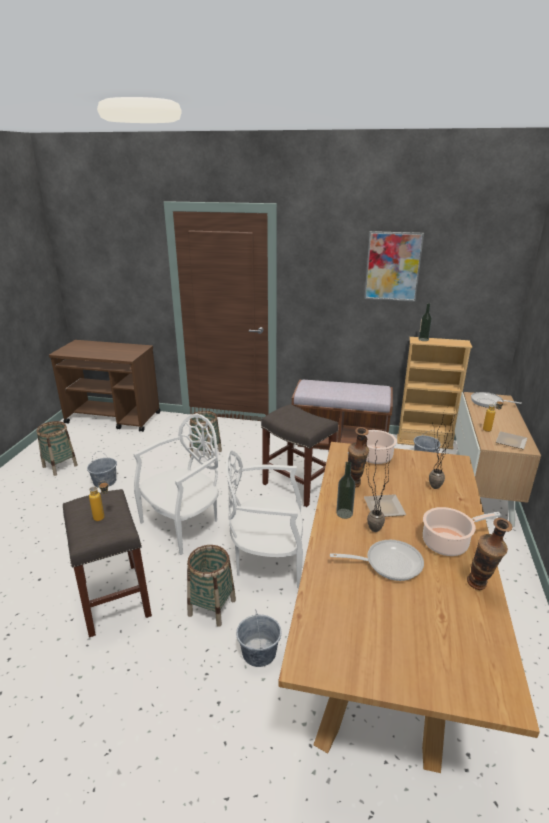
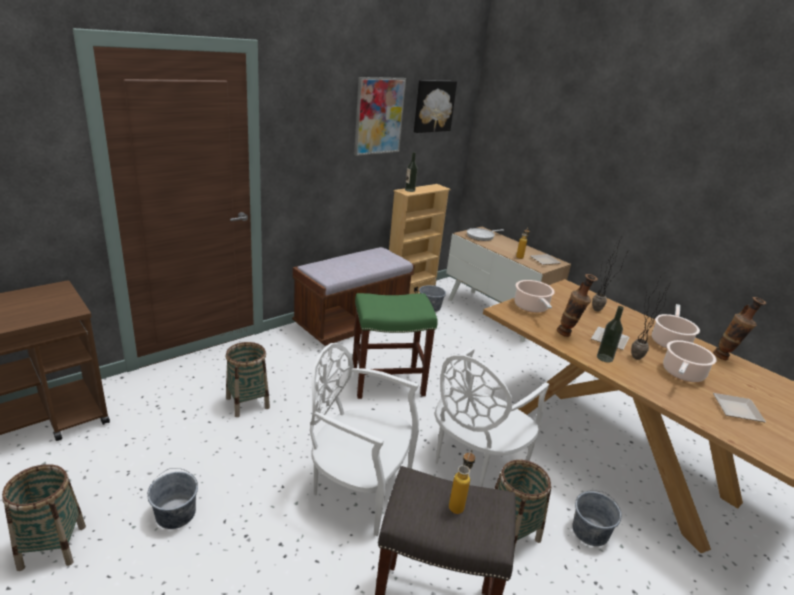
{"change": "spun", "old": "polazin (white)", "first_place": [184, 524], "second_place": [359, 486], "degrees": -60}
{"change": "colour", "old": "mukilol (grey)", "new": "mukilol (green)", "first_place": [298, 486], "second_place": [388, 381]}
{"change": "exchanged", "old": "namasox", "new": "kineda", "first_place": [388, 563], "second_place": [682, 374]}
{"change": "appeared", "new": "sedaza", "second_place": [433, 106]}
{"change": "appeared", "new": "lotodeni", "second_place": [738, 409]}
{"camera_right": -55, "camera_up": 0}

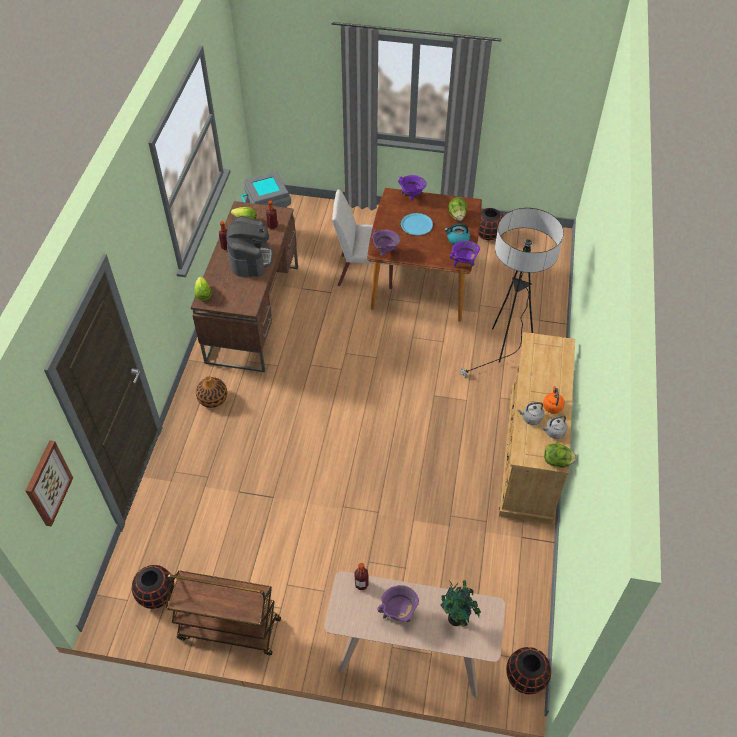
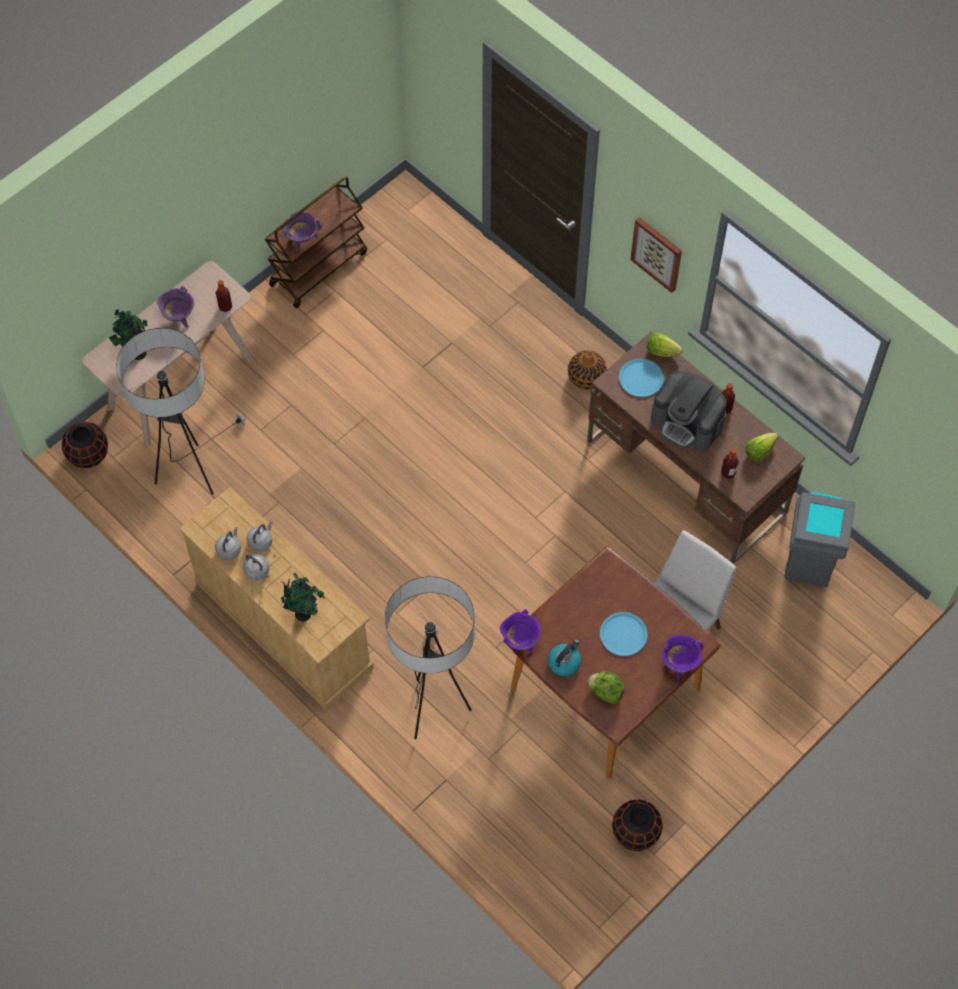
{"change": "relocated", "old": "sedaza", "first_place": [47, 483], "second_place": [657, 253]}
{"change": "missing", "old": "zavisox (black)", "first_place": [156, 594]}
{"change": "relocated", "old": "kineda (purple)", "first_place": [385, 252], "second_place": [302, 240]}
{"change": "colour", "old": "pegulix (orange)", "new": "pegulix (grey)", "first_place": [552, 406], "second_place": [258, 572]}
{"change": "missing", "old": "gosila", "first_place": [557, 462]}
{"change": "appeared", "new": "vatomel", "second_place": [191, 473]}
{"change": "appeared", "new": "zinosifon", "second_place": [304, 614]}
{"change": "appeared", "new": "lotodeni (blue)", "second_place": [640, 378]}
{"camera_right": 125, "camera_up": 10}

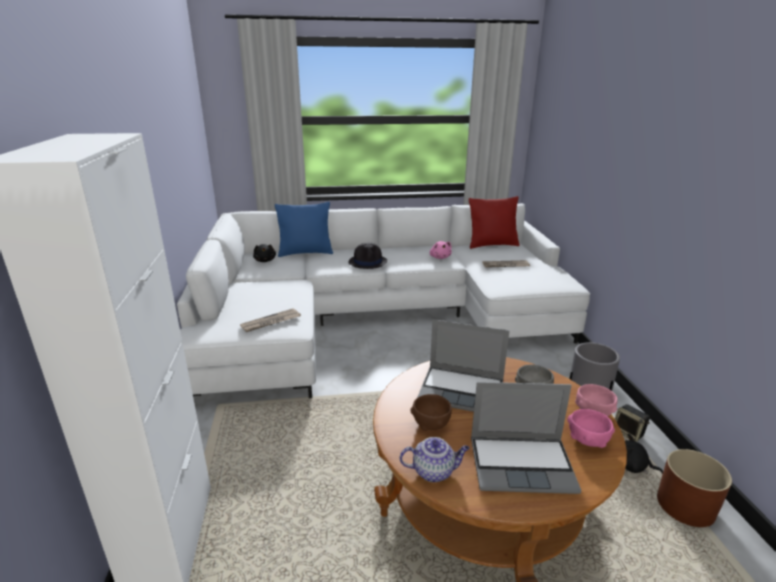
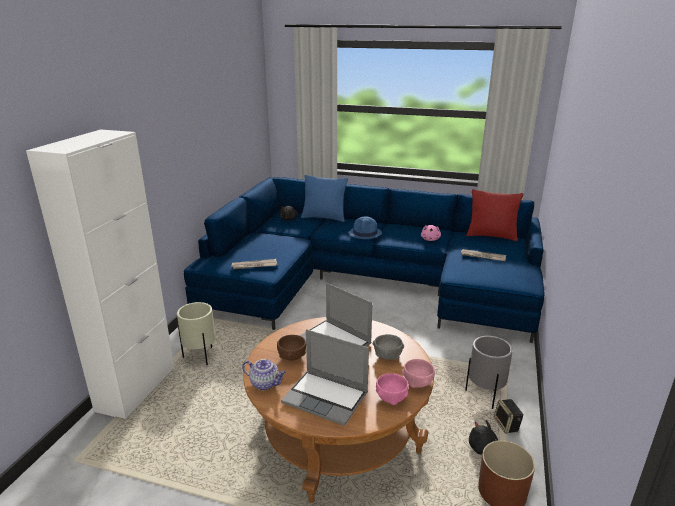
{"change": "colour", "old": "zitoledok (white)", "new": "zitoledok (blue)", "first_place": [374, 319], "second_place": [366, 282]}
{"change": "colour", "old": "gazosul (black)", "new": "gazosul (blue)", "first_place": [368, 262], "second_place": [365, 233]}
{"change": "appeared", "new": "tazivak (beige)", "second_place": [201, 357]}
{"camera_right": 25, "camera_up": 0}

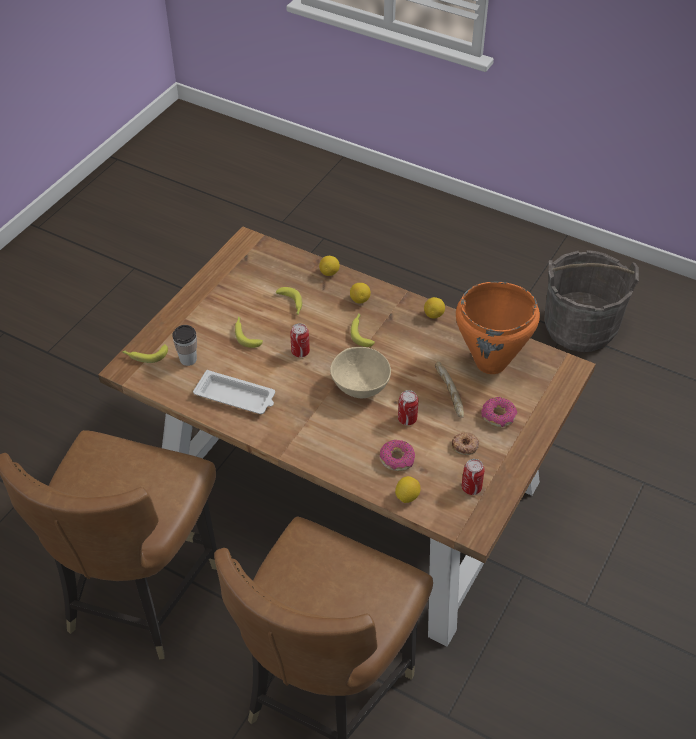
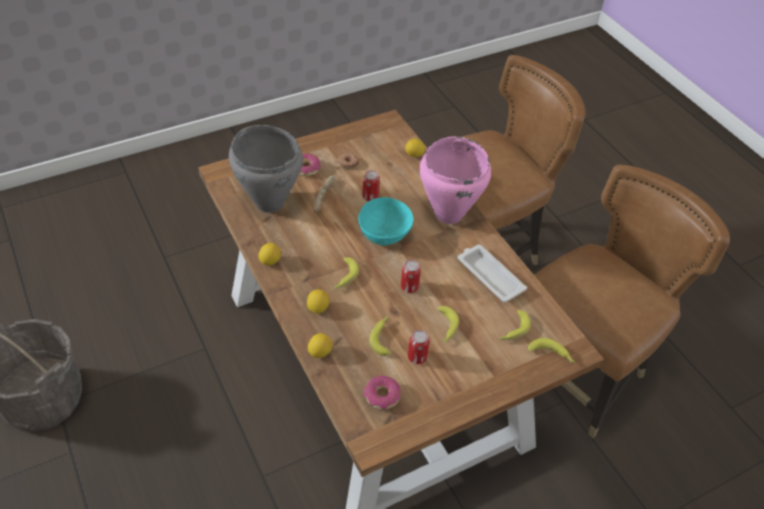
{"change": "exchanged", "old": "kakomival", "new": "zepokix", "first_place": [188, 359], "second_place": [513, 330]}
{"change": "colour", "old": "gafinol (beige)", "new": "gafinol (turquoise)", "first_place": [360, 388], "second_place": [385, 234]}
{"change": "relocated", "old": "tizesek", "first_place": [397, 459], "second_place": [382, 396]}
{"change": "colour", "old": "kineda (orange)", "new": "kineda (grey)", "first_place": [491, 363], "second_place": [270, 202]}
{"change": "relocated", "old": "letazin", "first_place": [471, 488], "second_place": [417, 357]}
{"change": "appeared", "new": "kineda (pink)", "second_place": [448, 214]}
{"camera_right": -150, "camera_up": 0}

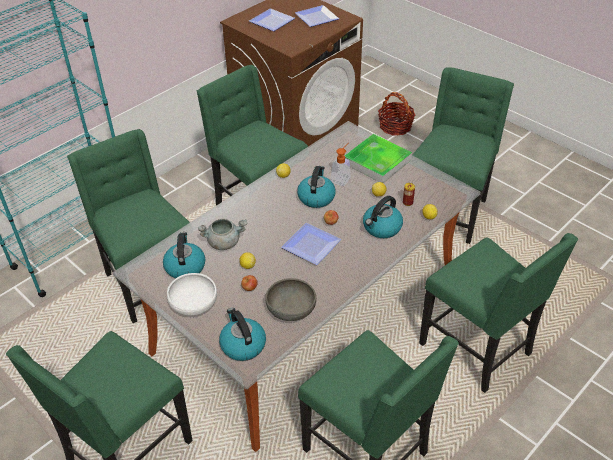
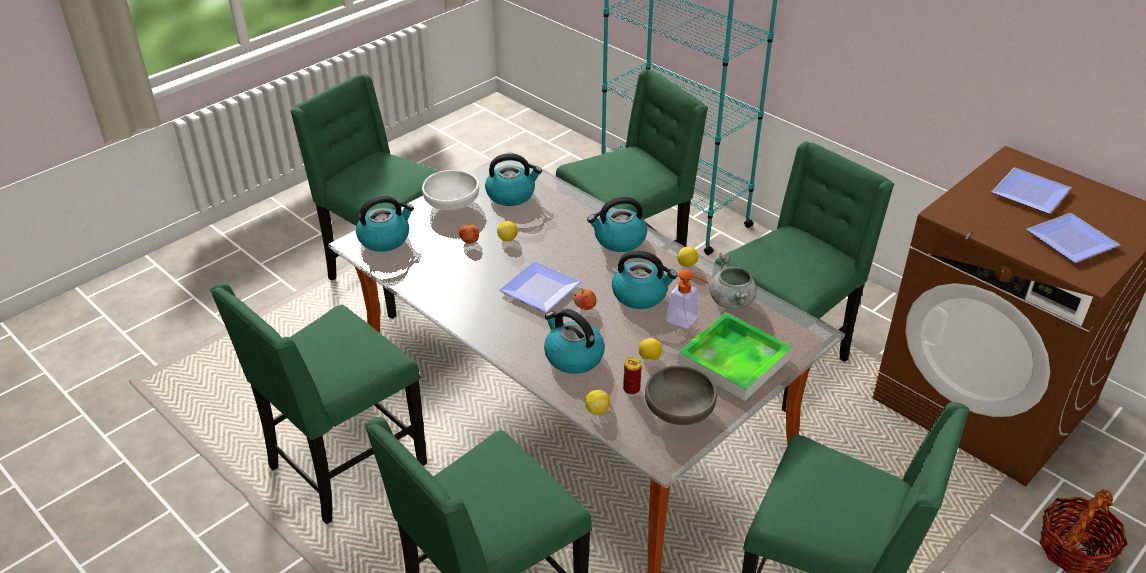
{"change": "relocated", "old": "kineda (grey)", "first_place": [224, 242], "second_place": [732, 302]}
{"change": "relocated", "old": "gafinol (grey)", "first_place": [291, 309], "second_place": [679, 410]}
{"change": "appeared", "new": "pegulix", "second_place": [619, 240]}
{"camera_right": 90, "camera_up": -5}

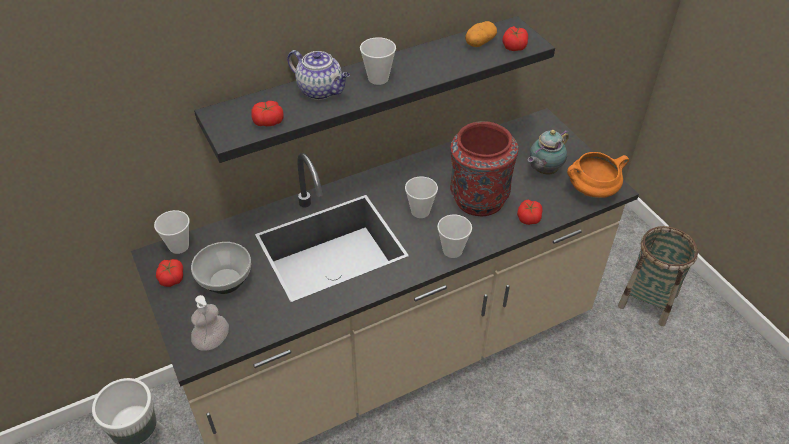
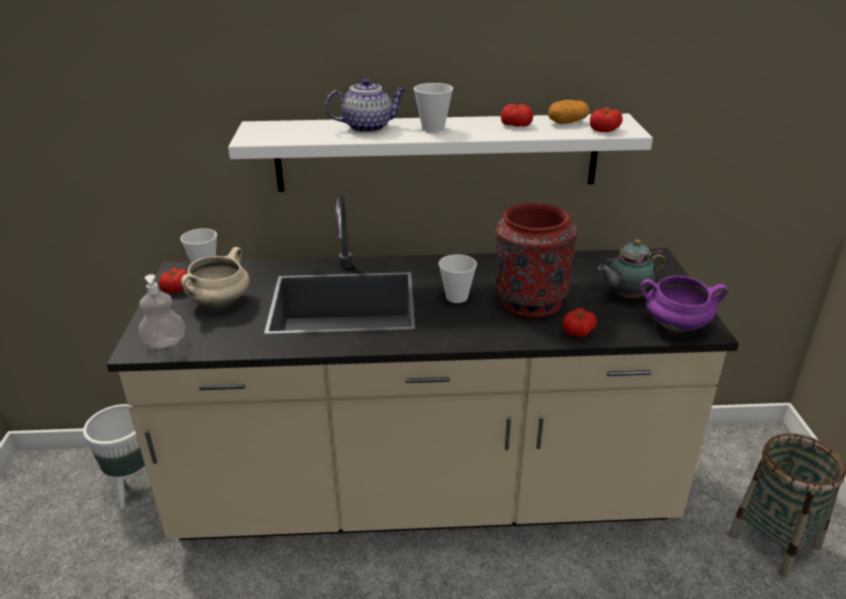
{"change": "exchanged", "old": "gafinol", "new": "kineda (beige)", "first_place": [226, 282], "second_place": [219, 303]}
{"change": "colour", "old": "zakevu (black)", "new": "zakevu (white)", "first_place": [368, 87], "second_place": [437, 153]}
{"change": "relocated", "old": "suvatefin", "first_place": [268, 121], "second_place": [516, 125]}
{"change": "spun", "old": "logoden", "first_place": [321, 91], "second_place": [368, 127], "degrees": -75}
{"change": "missing", "old": "kakomival", "first_place": [452, 250]}
{"change": "colour", "old": "kineda (orange)", "new": "kineda (purple)", "first_place": [591, 191], "second_place": [675, 326]}
{"camera_right": 25, "camera_up": -15}

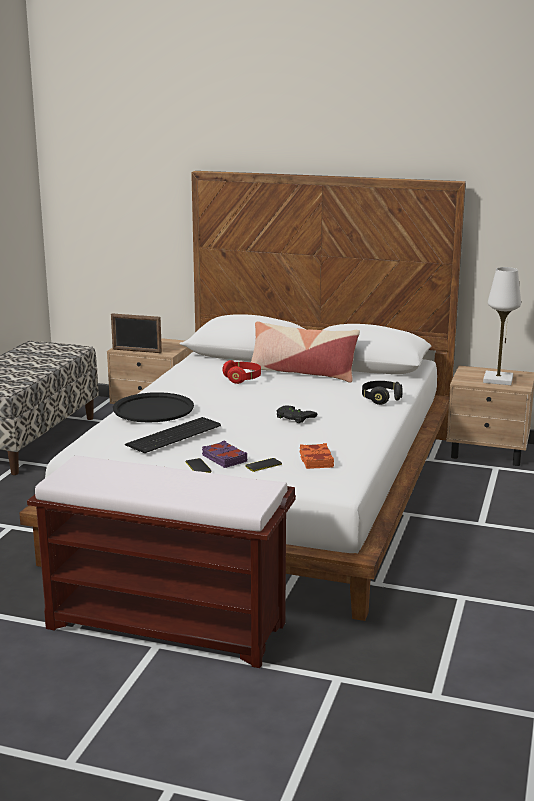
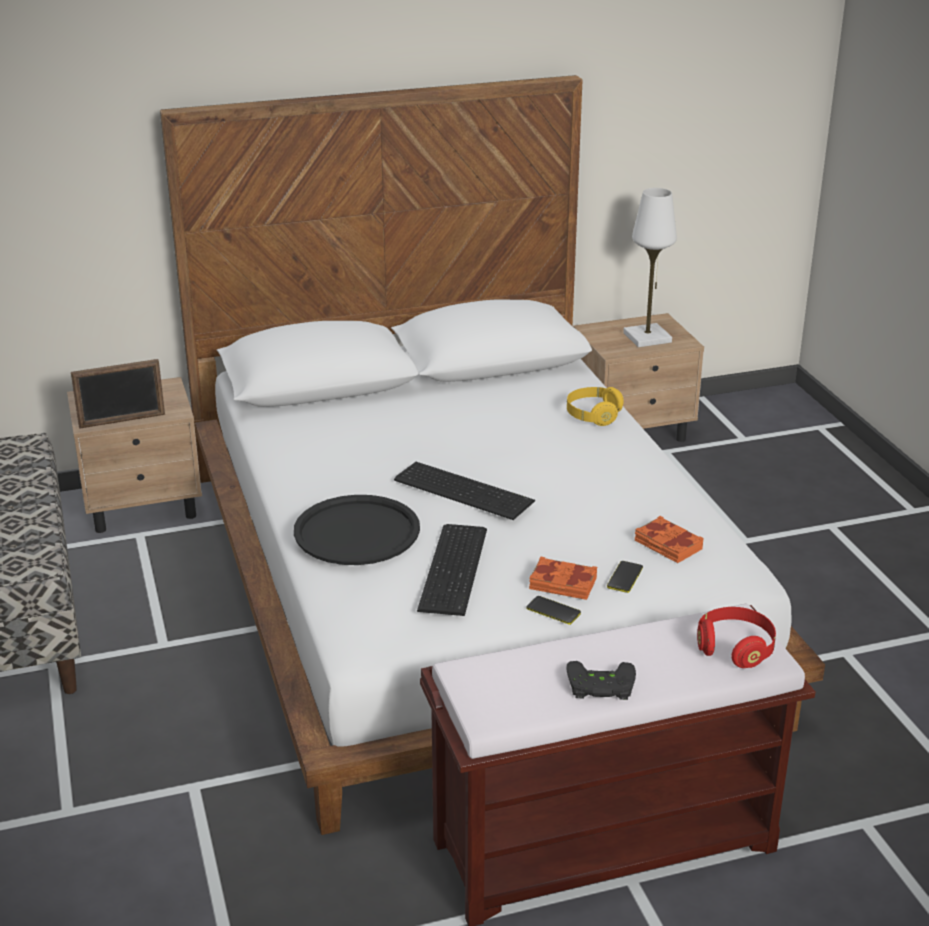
{"change": "colour", "old": "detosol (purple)", "new": "detosol (orange)", "first_place": [224, 459], "second_place": [562, 584]}
{"change": "relocated", "old": "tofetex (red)", "first_place": [242, 379], "second_place": [735, 648]}
{"change": "missing", "old": "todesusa", "first_place": [302, 373]}
{"change": "relocated", "old": "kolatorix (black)", "first_place": [293, 417], "second_place": [600, 687]}
{"change": "colour", "old": "tofetex (black)", "new": "tofetex (yellow)", "first_place": [381, 399], "second_place": [593, 415]}
{"change": "appeared", "new": "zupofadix", "second_place": [463, 489]}
{"camera_right": -35, "camera_up": 10}

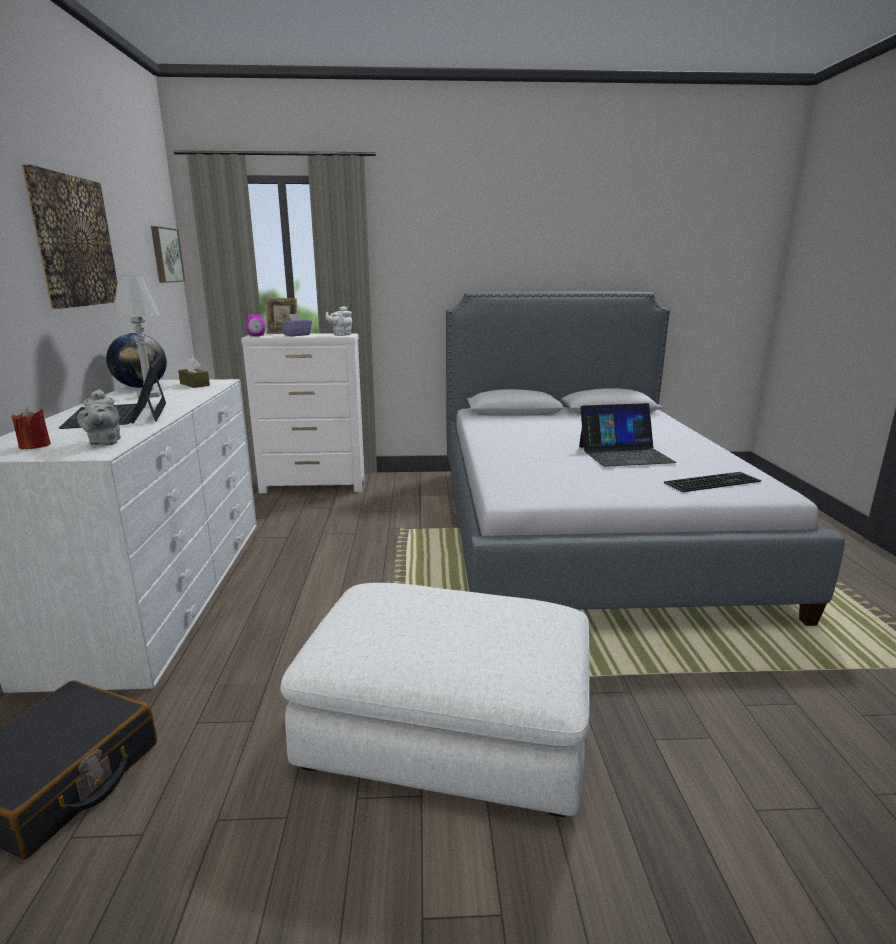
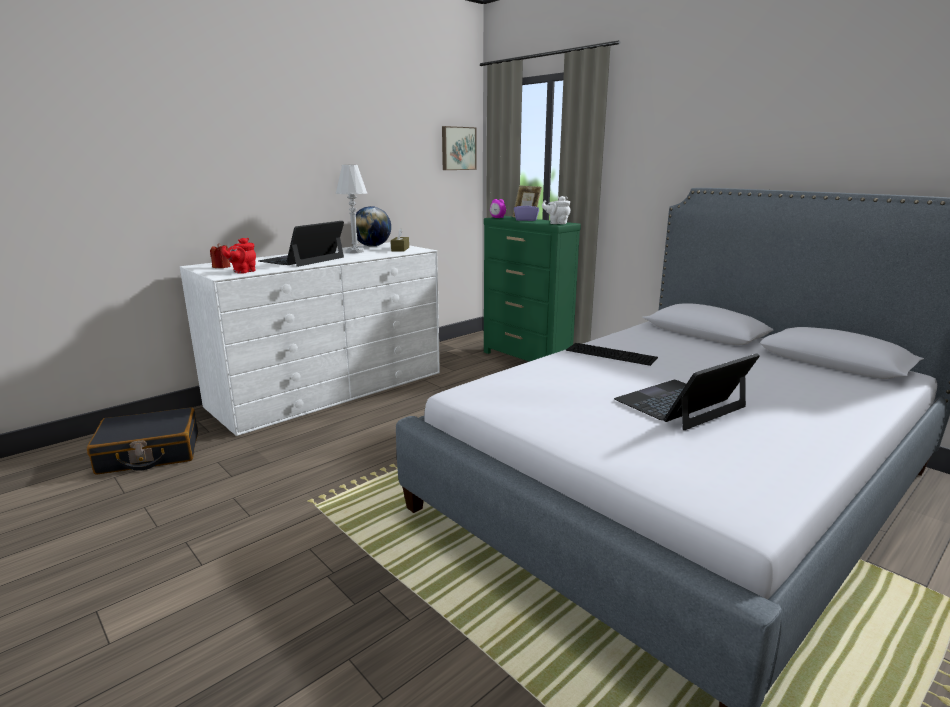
{"change": "missing", "old": "sedaza", "first_place": [73, 241]}
{"change": "colour", "old": "logoden (grey)", "new": "logoden (red)", "first_place": [104, 442], "second_place": [242, 271]}
{"change": "colour", "old": "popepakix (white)", "new": "popepakix (green)", "first_place": [314, 486], "second_place": [526, 360]}
{"change": "missing", "old": "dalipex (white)", "first_place": [446, 729]}
{"change": "spun", "old": "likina", "first_place": [624, 454], "second_place": [680, 404], "degrees": 105}
{"change": "relocated", "old": "zupofadix", "first_place": [711, 481], "second_place": [612, 353]}
{"camera_right": 50, "camera_up": 0}

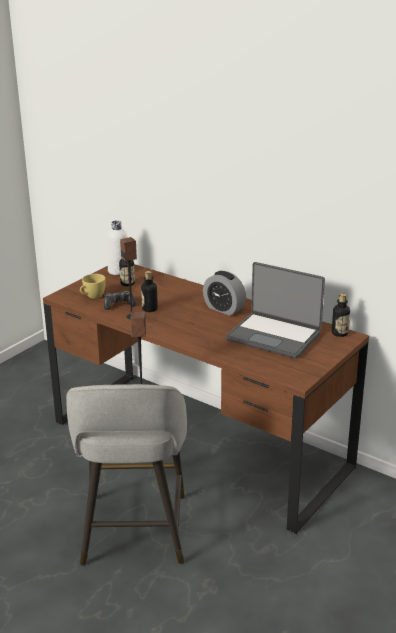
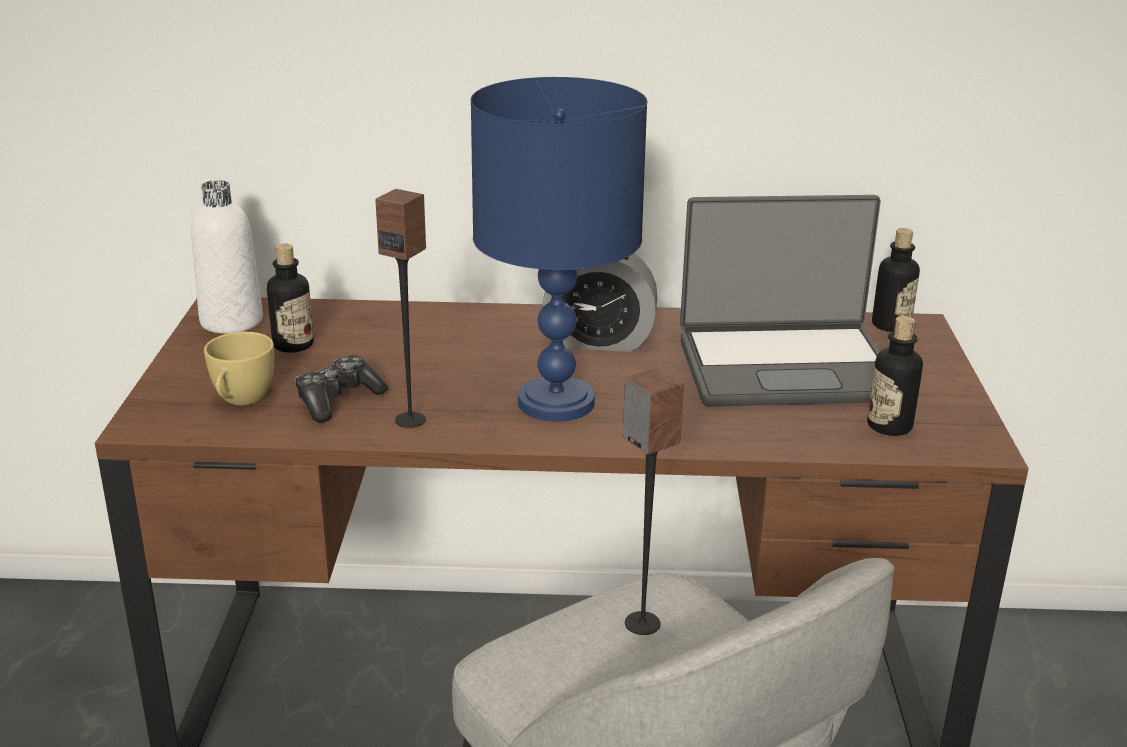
{"change": "relocated", "old": "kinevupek", "first_place": [149, 309], "second_place": [889, 426]}
{"change": "appeared", "new": "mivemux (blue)", "second_place": [555, 403]}
{"camera_right": -35, "camera_up": 0}

